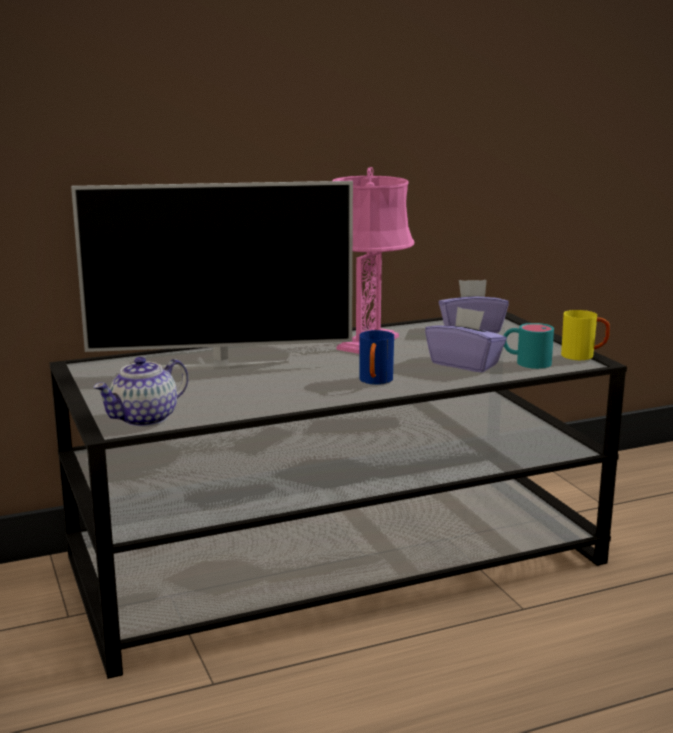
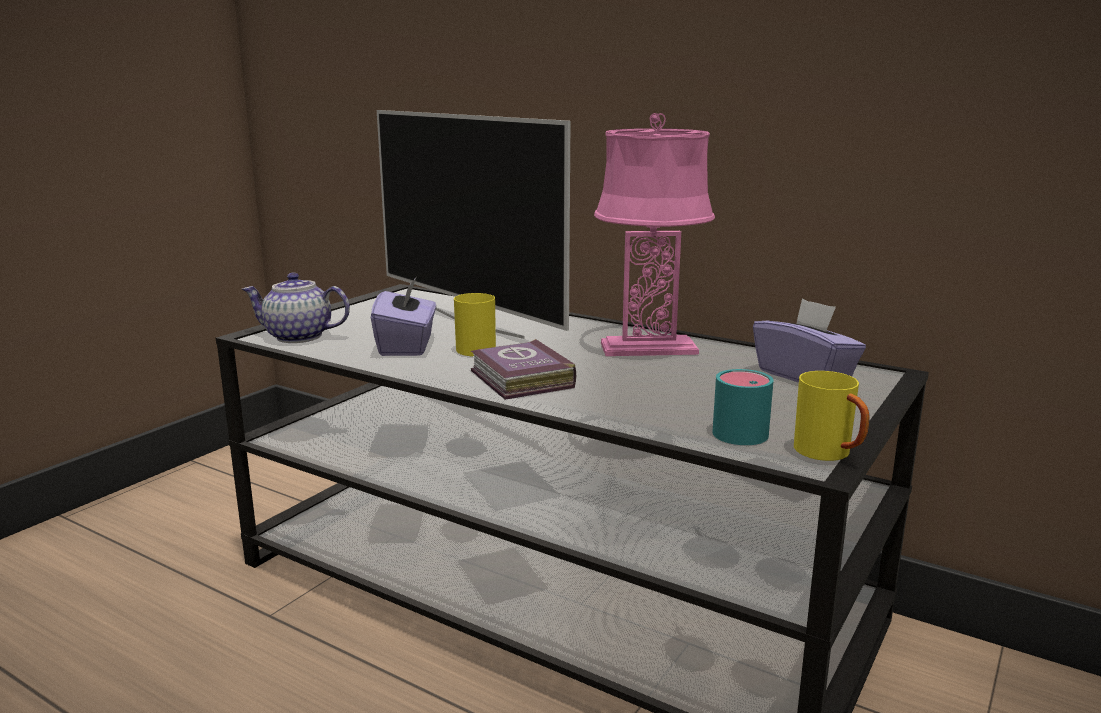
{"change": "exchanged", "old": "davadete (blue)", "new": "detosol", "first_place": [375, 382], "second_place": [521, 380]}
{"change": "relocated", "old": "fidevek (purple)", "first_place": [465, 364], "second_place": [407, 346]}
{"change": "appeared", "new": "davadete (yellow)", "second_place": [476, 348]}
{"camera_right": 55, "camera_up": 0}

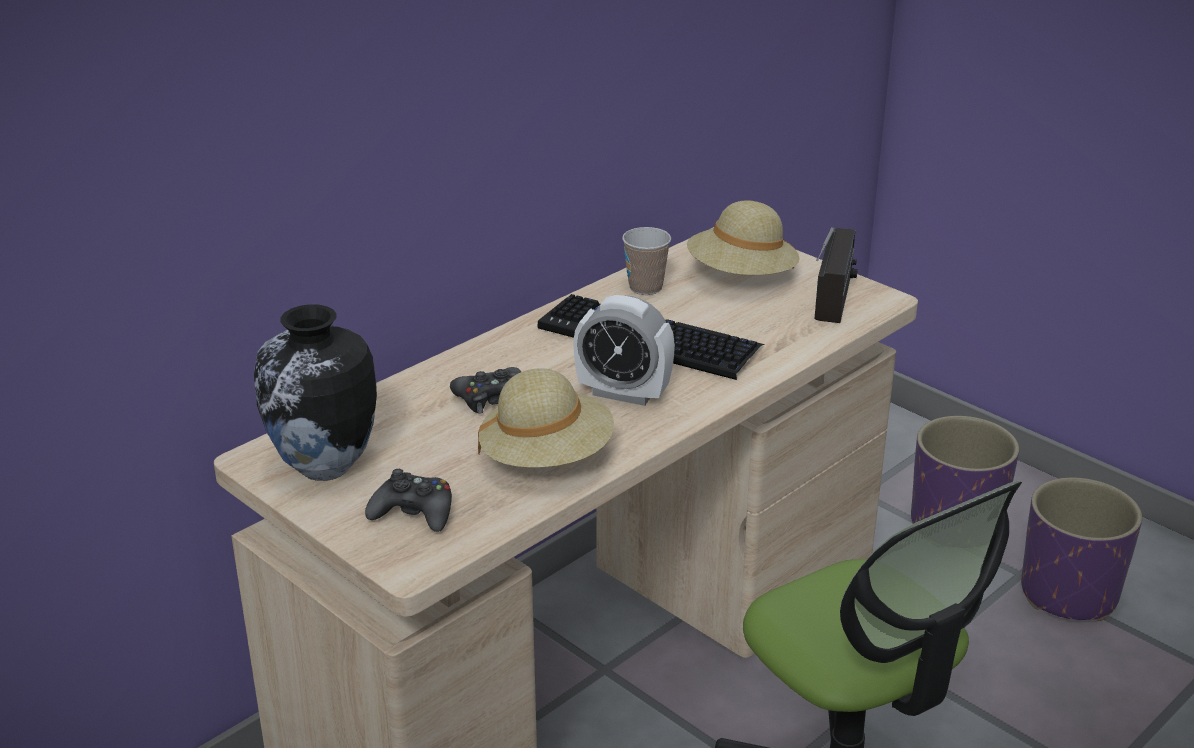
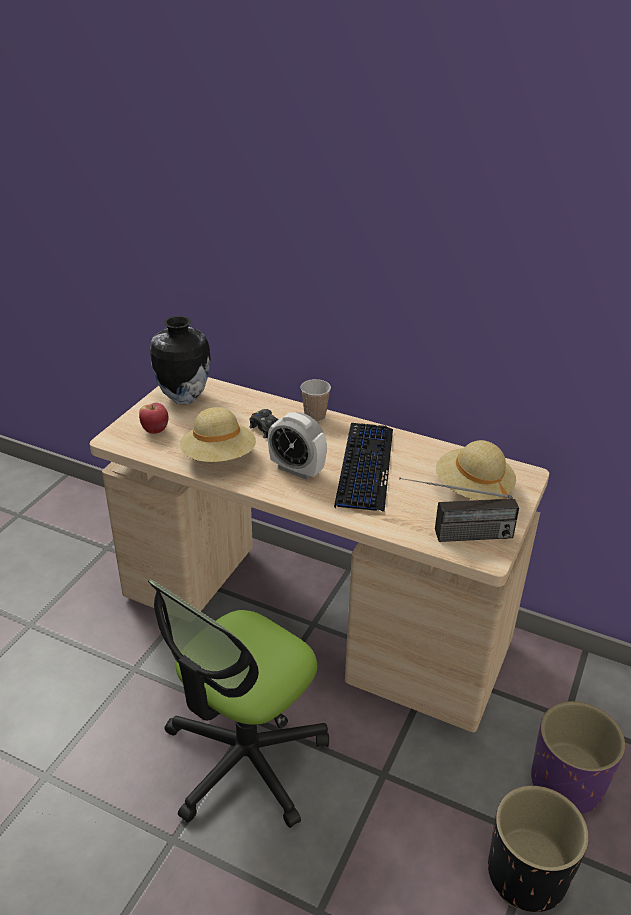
{"change": "exchanged", "old": "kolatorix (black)", "new": "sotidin", "first_place": [414, 512], "second_place": [155, 430]}
{"change": "spun", "old": "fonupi", "first_place": [623, 393], "second_place": [297, 469], "degrees": -60}
{"change": "relocated", "old": "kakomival", "first_place": [645, 287], "second_place": [315, 416]}
{"change": "colour", "old": "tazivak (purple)", "new": "tazivak (black)", "first_place": [1069, 593], "second_place": [527, 875]}
{"camera_right": 70, "camera_up": 5}

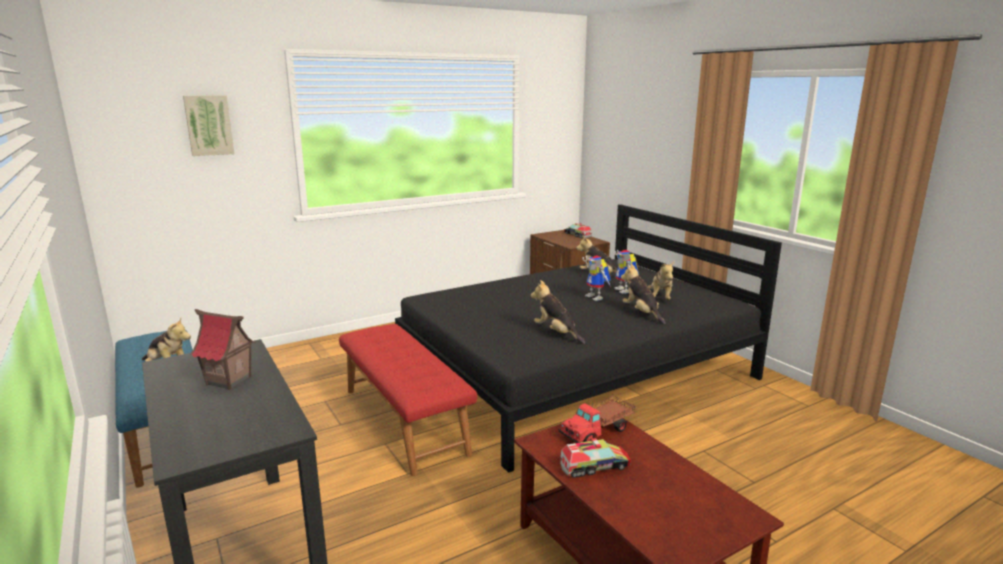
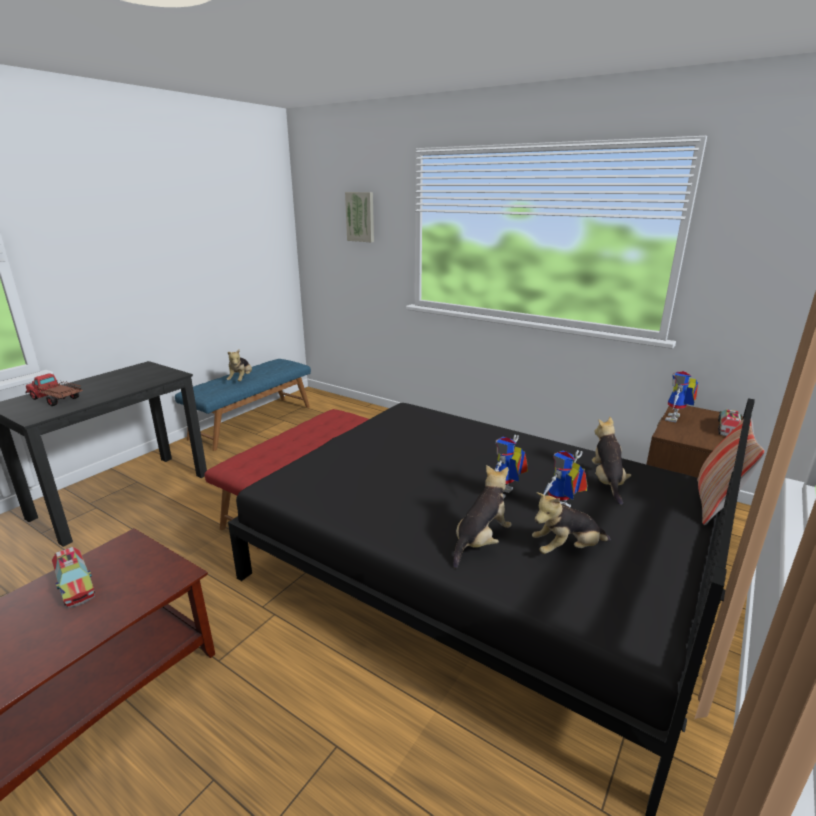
{"change": "missing", "old": "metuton", "first_place": [228, 381]}
{"change": "missing", "old": "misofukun", "first_place": [556, 333]}
{"change": "relocated", "old": "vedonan", "first_place": [598, 430], "second_place": [56, 399]}
{"change": "appeared", "new": "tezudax", "second_place": [676, 419]}
{"change": "appeared", "new": "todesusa", "second_place": [715, 504]}
{"camera_right": 65, "camera_up": 5}

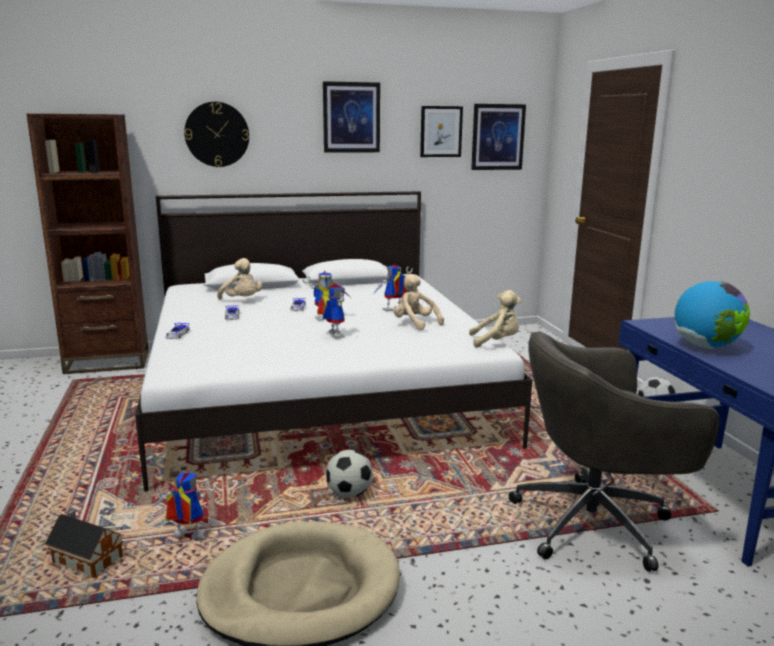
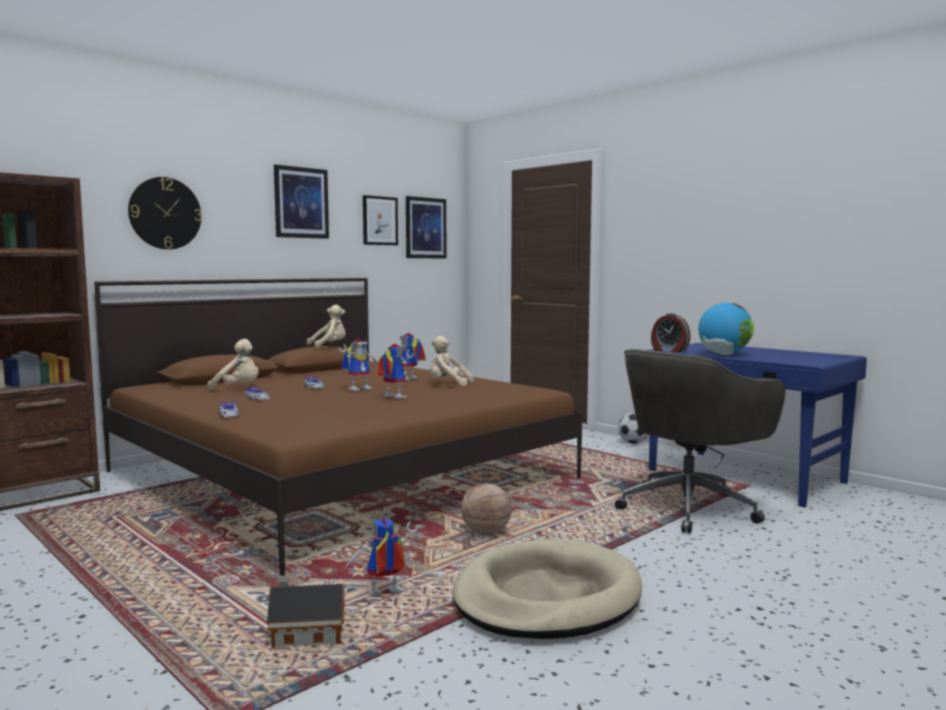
{"change": "colour", "old": "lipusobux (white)", "new": "lipusobux (brown)", "first_place": [318, 390], "second_place": [339, 475]}
{"change": "exchanged", "old": "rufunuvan", "new": "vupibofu", "first_place": [349, 493], "second_place": [486, 533]}
{"change": "relocated", "old": "misofukun (beige)", "first_place": [496, 342], "second_place": [329, 346]}
{"change": "appeared", "new": "fonupi", "second_place": [669, 350]}
{"camera_right": -30, "camera_up": -10}

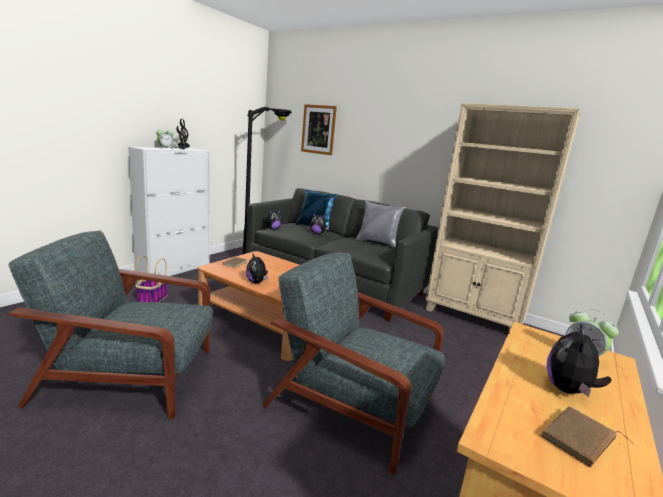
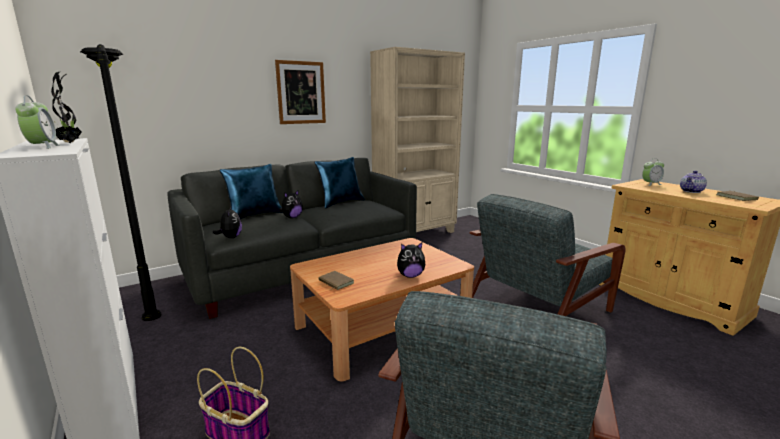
{"change": "relocated", "old": "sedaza", "first_place": [318, 129], "second_place": [301, 93]}
{"change": "colour", "old": "todesusa (grey)", "new": "todesusa (blue)", "first_place": [377, 243], "second_place": [341, 203]}
{"change": "exchanged", "old": "misofukun", "new": "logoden", "first_place": [568, 390], "second_place": [692, 191]}
{"camera_right": -65, "camera_up": 0}

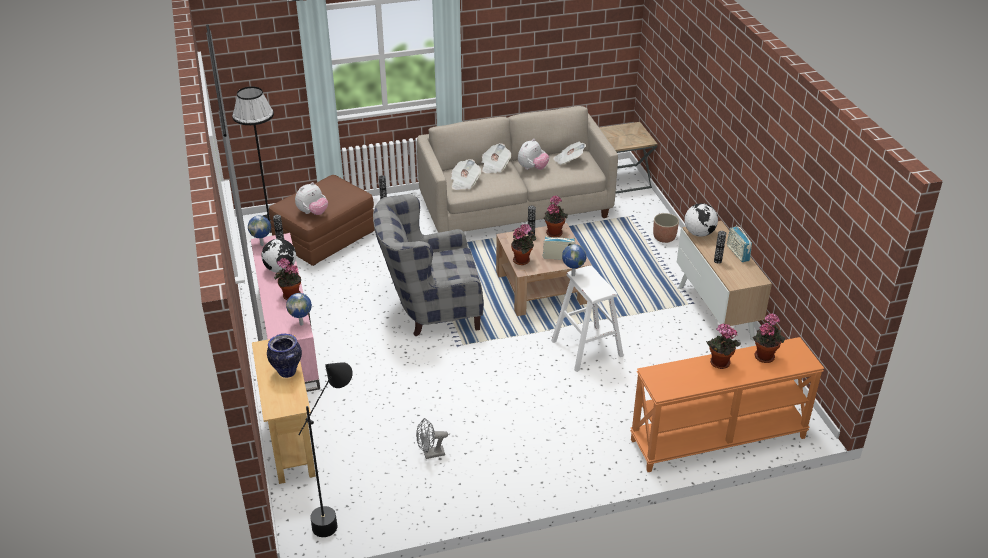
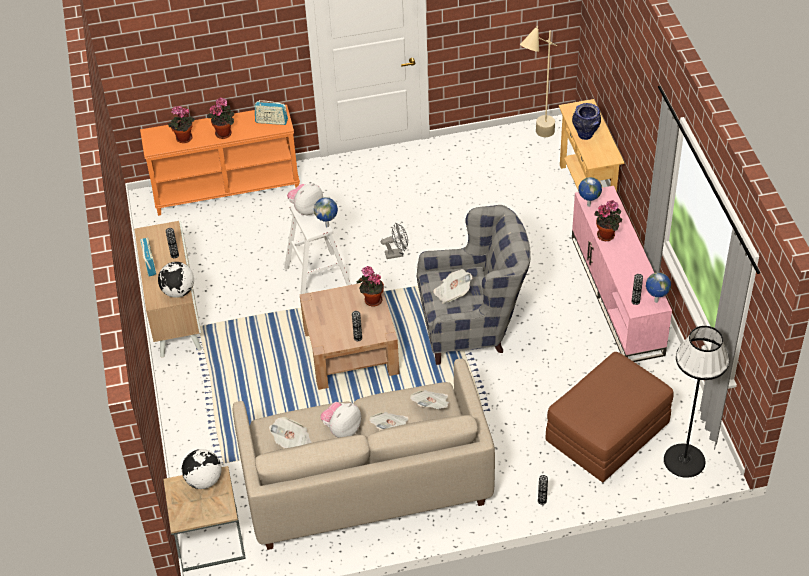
{"change": "relocated", "old": "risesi", "first_place": [281, 269], "second_place": [204, 480]}
{"change": "relocated", "old": "misofukun", "first_place": [313, 213], "second_place": [306, 209]}
{"change": "colour", "old": "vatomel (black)", "new": "vatomel (beige)", "first_place": [338, 513], "second_place": [536, 139]}
{"change": "relocated", "old": "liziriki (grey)", "first_place": [430, 454], "second_place": [397, 254]}
{"change": "relocated", "old": "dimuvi", "first_place": [558, 257], "second_place": [271, 121]}
{"change": "missing", "old": "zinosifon", "first_place": [554, 232]}
{"change": "missing", "old": "tazivak", "first_place": [664, 237]}
{"change": "appeared", "new": "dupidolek", "second_place": [452, 293]}
{"camera_right": -175, "camera_up": 10}

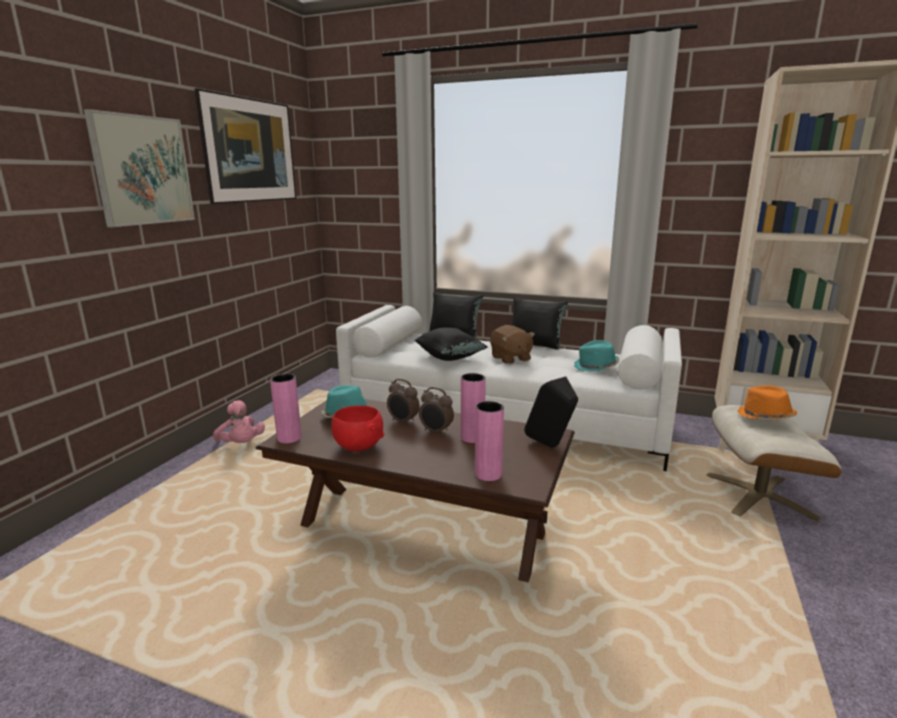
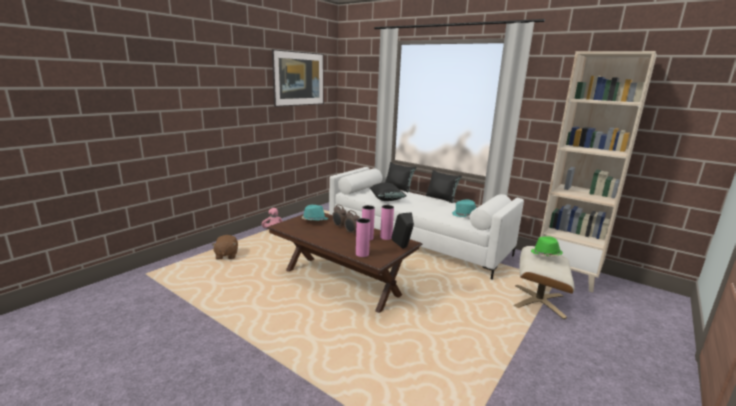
{"change": "missing", "old": "sedaza", "first_place": [143, 170]}
{"change": "relocated", "old": "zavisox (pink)", "first_place": [289, 438], "second_place": [386, 237]}
{"change": "missing", "old": "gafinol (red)", "first_place": [358, 446]}
{"change": "relocated", "old": "misofukun (brown)", "first_place": [510, 358], "second_place": [226, 256]}
{"change": "colour", "old": "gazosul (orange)", "new": "gazosul (green)", "first_place": [764, 417], "second_place": [545, 254]}
{"camera_right": 15, "camera_up": 0}

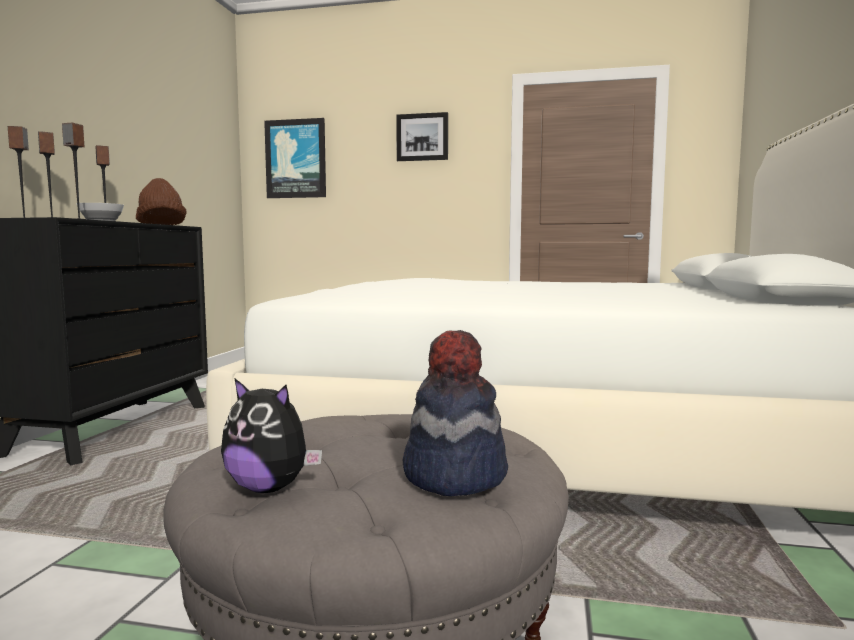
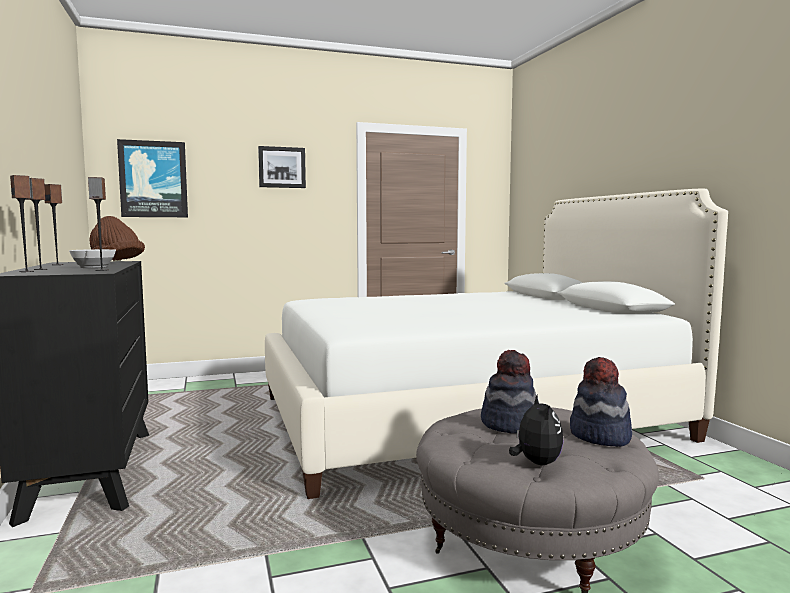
{"change": "spun", "old": "misofukun", "first_place": [269, 488], "second_place": [536, 463], "degrees": -90}
{"change": "appeared", "new": "gazosul", "second_place": [509, 424]}
{"camera_right": -30, "camera_up": 0}

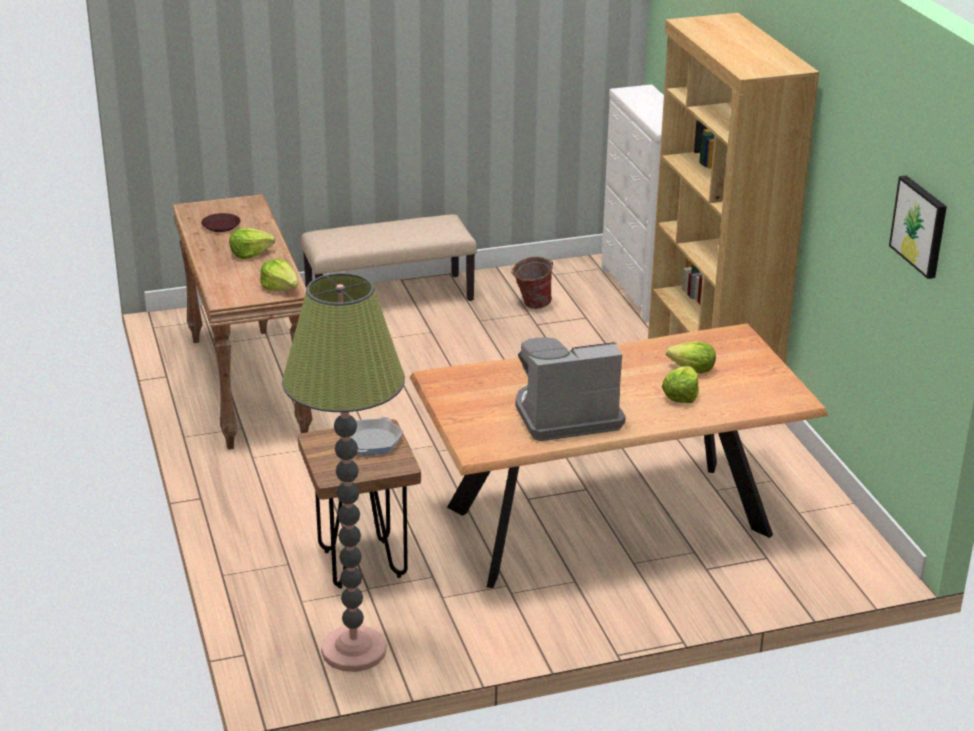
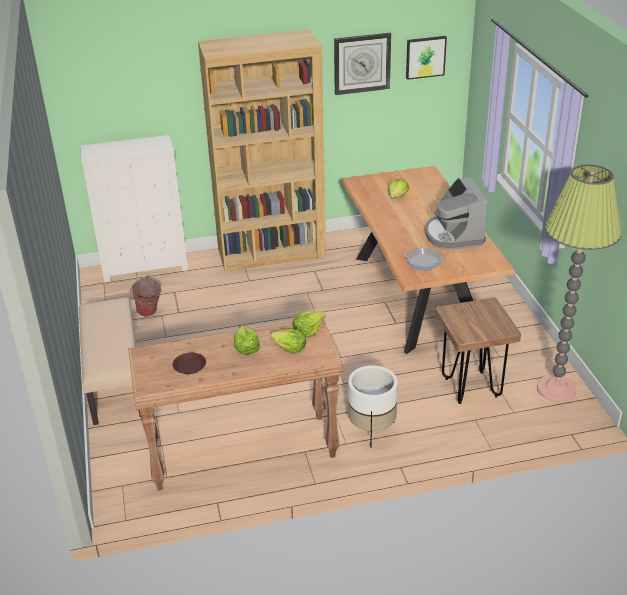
{"change": "relocated", "old": "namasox", "first_place": [373, 441], "second_place": [423, 262]}
{"change": "relocated", "old": "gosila", "first_place": [680, 396], "second_place": [289, 349]}
{"change": "appeared", "new": "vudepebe", "second_place": [362, 63]}
{"change": "appeared", "new": "tazivak (white)", "second_place": [371, 430]}
{"camera_right": -85, "camera_up": 5}

